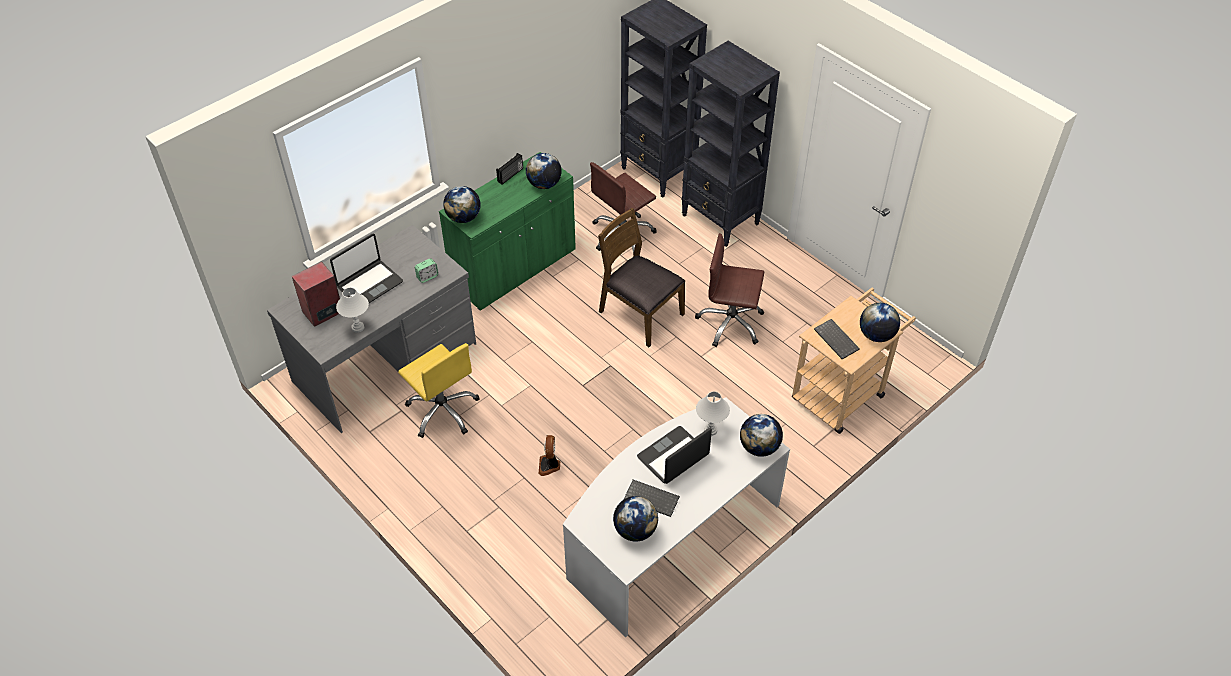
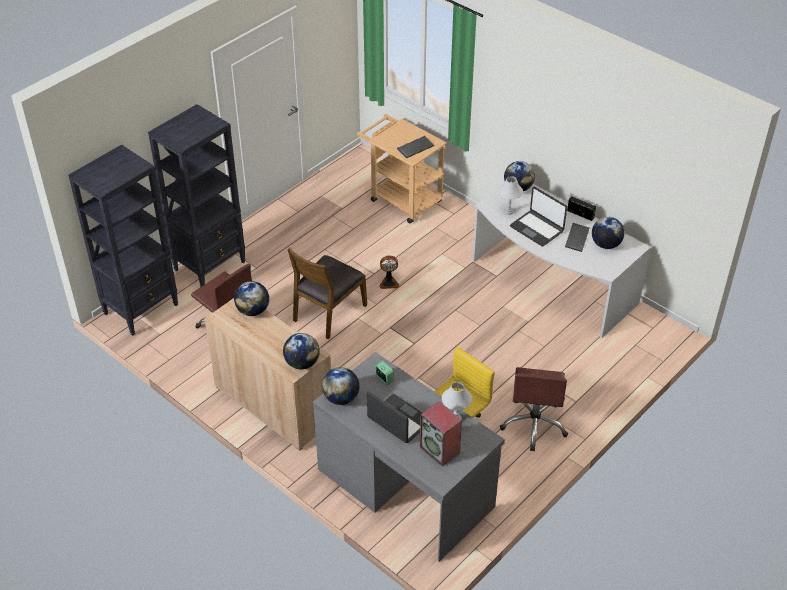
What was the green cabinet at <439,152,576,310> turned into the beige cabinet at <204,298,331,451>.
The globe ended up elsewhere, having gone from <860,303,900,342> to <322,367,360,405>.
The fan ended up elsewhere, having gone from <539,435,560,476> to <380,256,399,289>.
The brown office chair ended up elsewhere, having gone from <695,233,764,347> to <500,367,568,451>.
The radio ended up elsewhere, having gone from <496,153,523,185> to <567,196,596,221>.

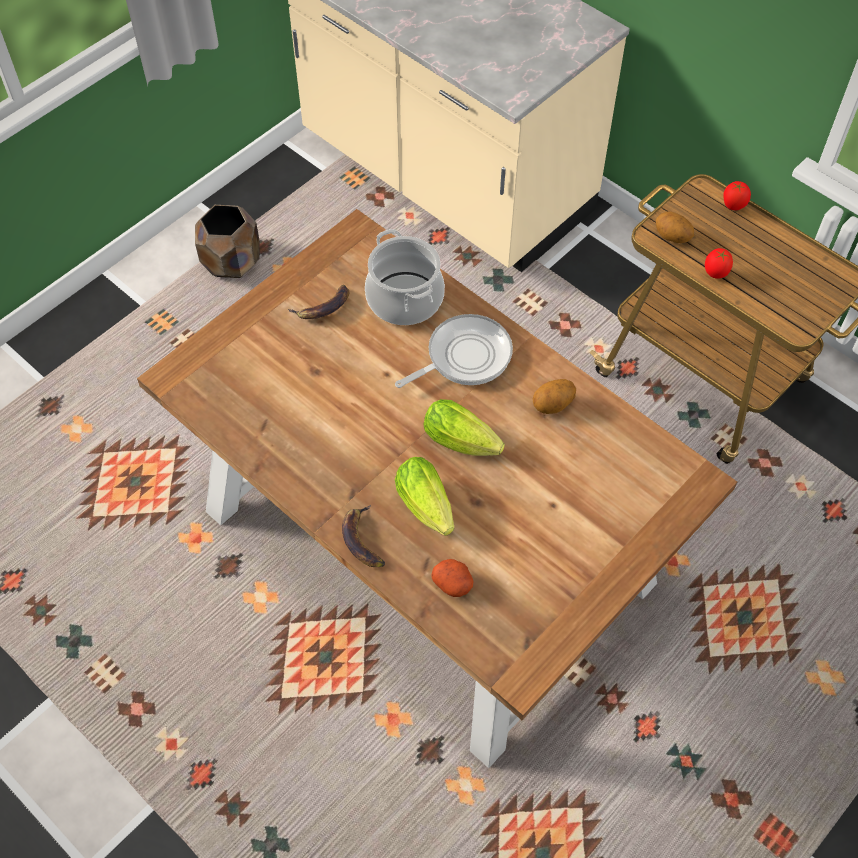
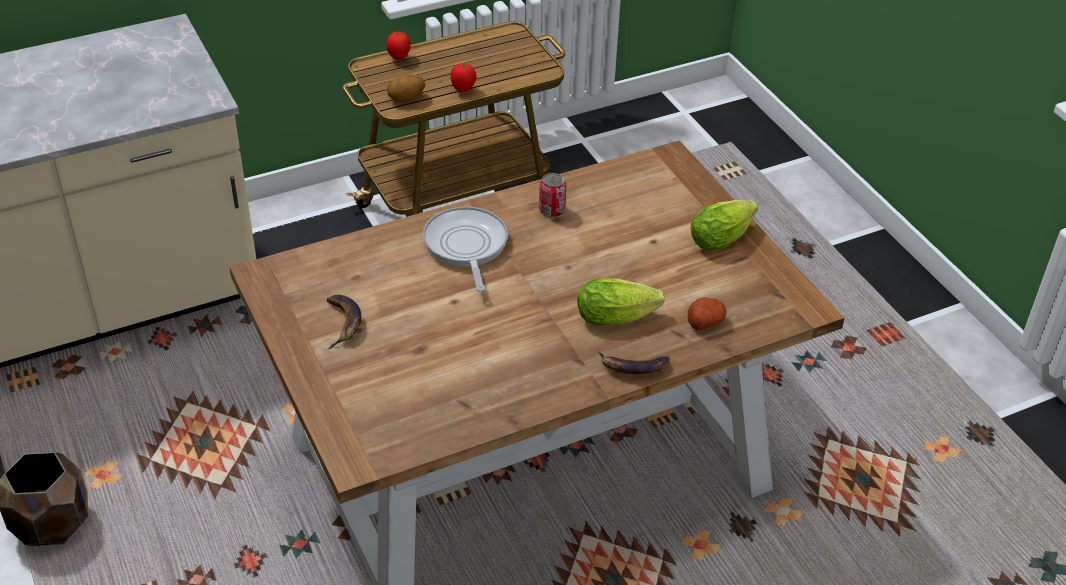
Where the potato stood at <533,379,576,414>, the can came to stand at <539,173,566,217>.
The lettuce ended up elsewhere, having gone from <424,399,505,456> to <691,200,758,250>.
The second view lost the cooking pot at <365,229,445,325>.

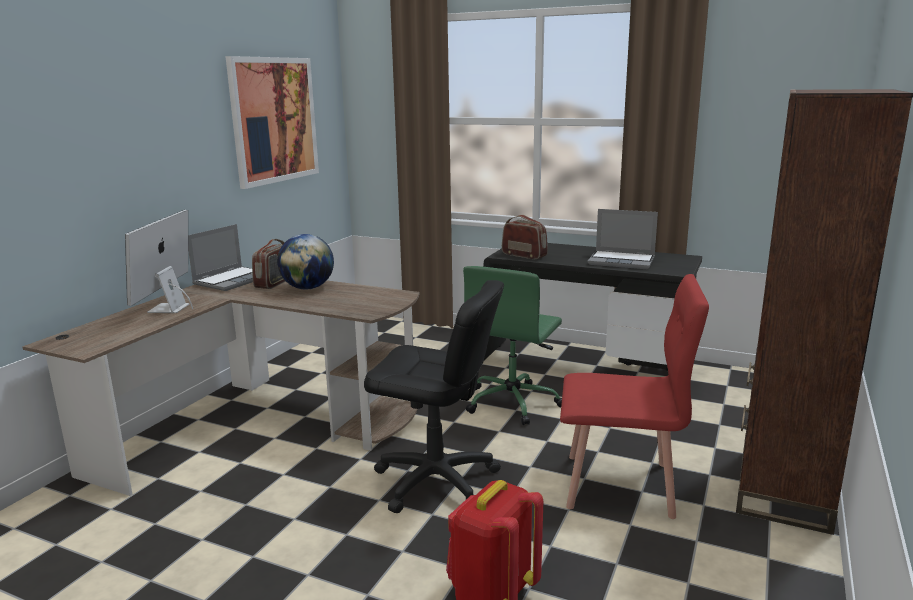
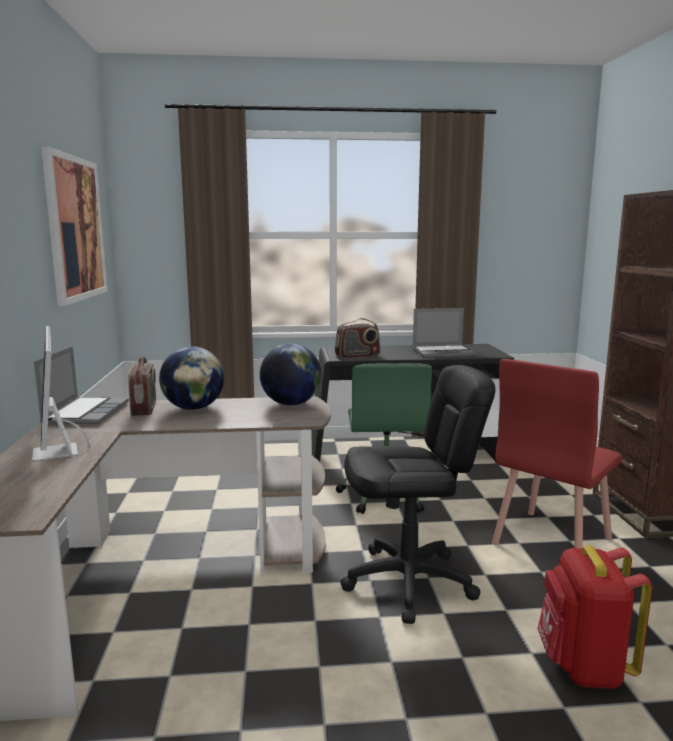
The second view gained the globe at <260,344,322,405>.
The radio at <502,215,548,259> ended up facing another way, 150 degrees clockwise from before.
The red chair at <560,274,709,519> ended up facing another way, 150 degrees clockwise from before.

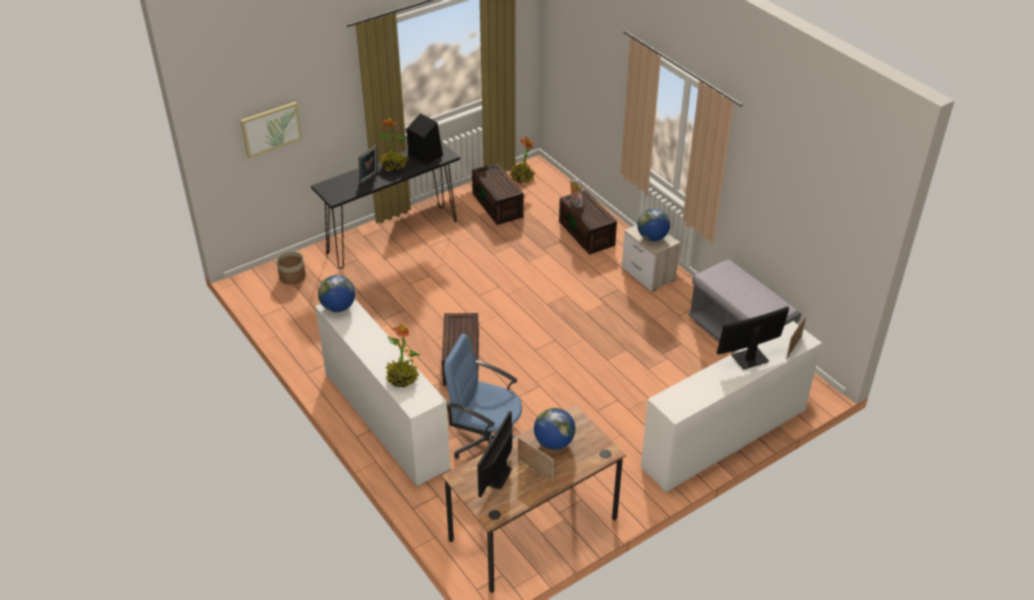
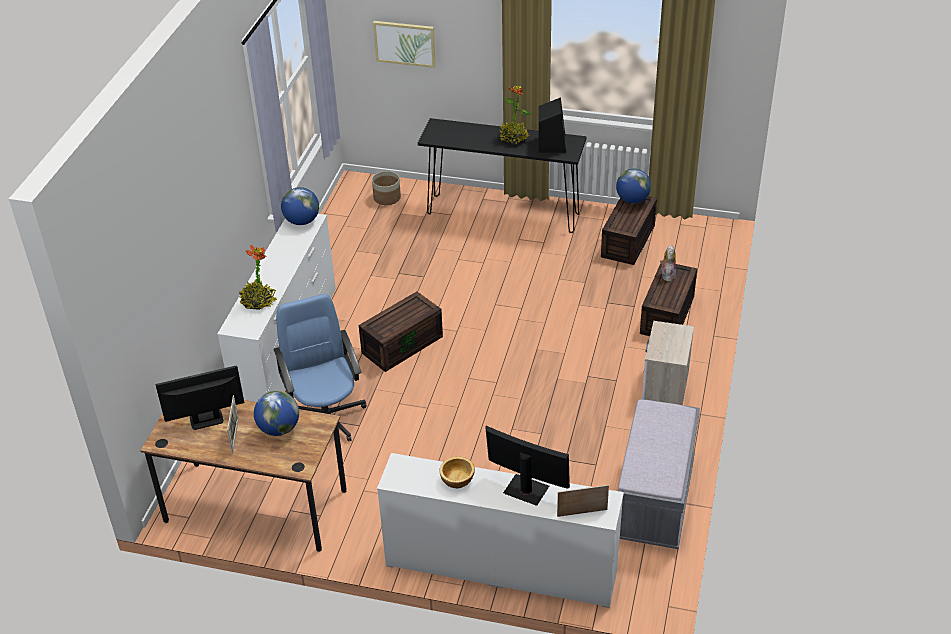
The second view gained the bowl at <440,456,475,489>.
The globe ended up elsewhere, having gone from <637,209,670,241> to <616,169,651,204>.
The second view lost the picture frame at <358,145,378,184>.
The second view lost the potted plant at <510,136,536,183>.

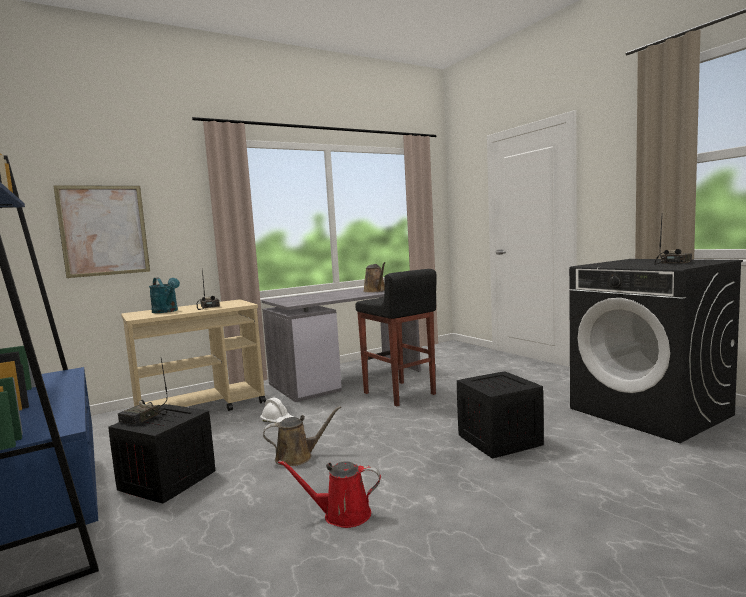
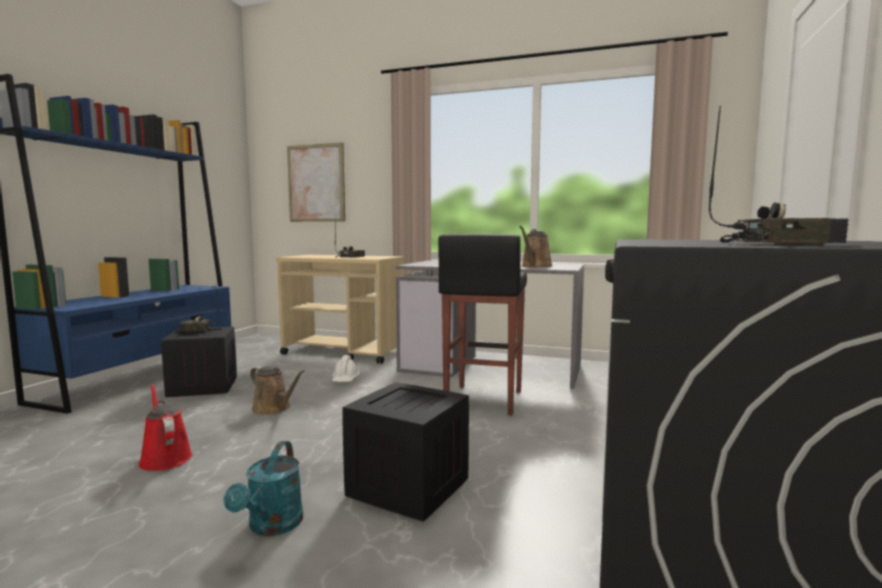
The turquoise watering can ended up elsewhere, having gone from <149,278,180,313> to <224,441,303,536>.

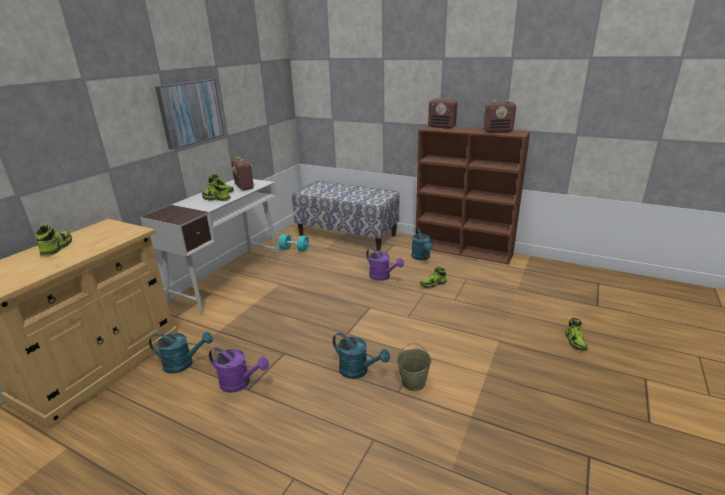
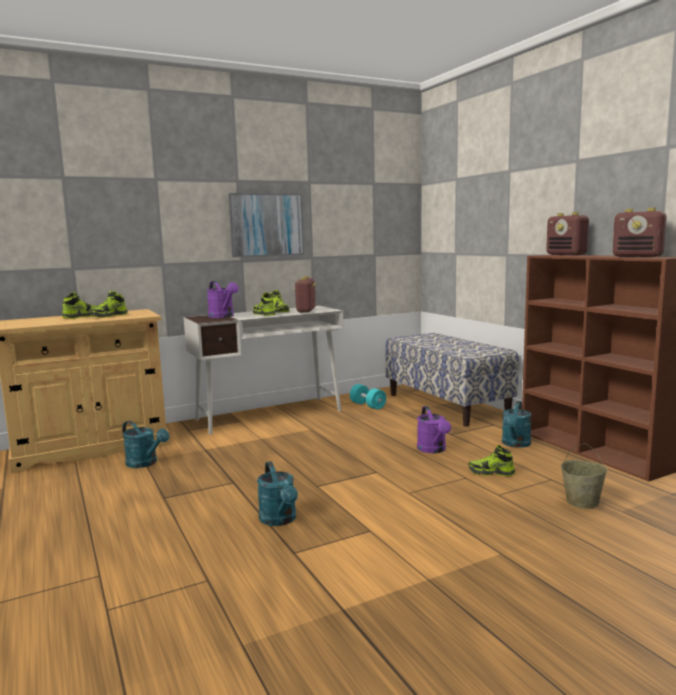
The shoe ended up elsewhere, having gone from <565,318,588,351> to <89,291,128,318>.
The purple watering can ended up elsewhere, having gone from <209,347,269,393> to <207,281,239,318>.
The beige bucket ended up elsewhere, having gone from <397,343,432,391> to <561,443,607,509>.

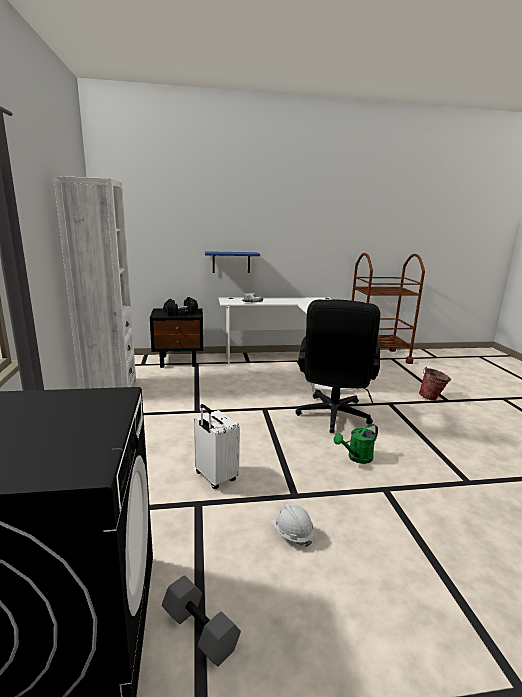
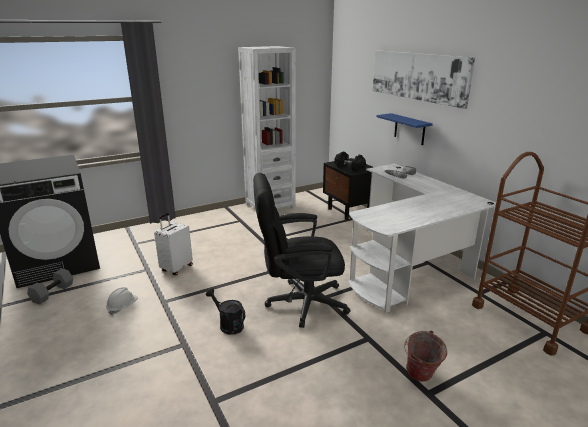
What was the green watering can at <334,424,378,464> turned into the black watering can at <206,288,245,335>.
The second view gained the picture at <373,50,475,109>.

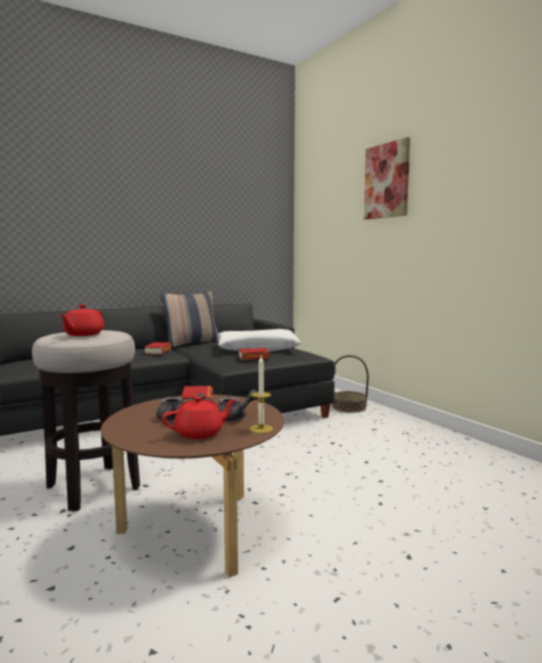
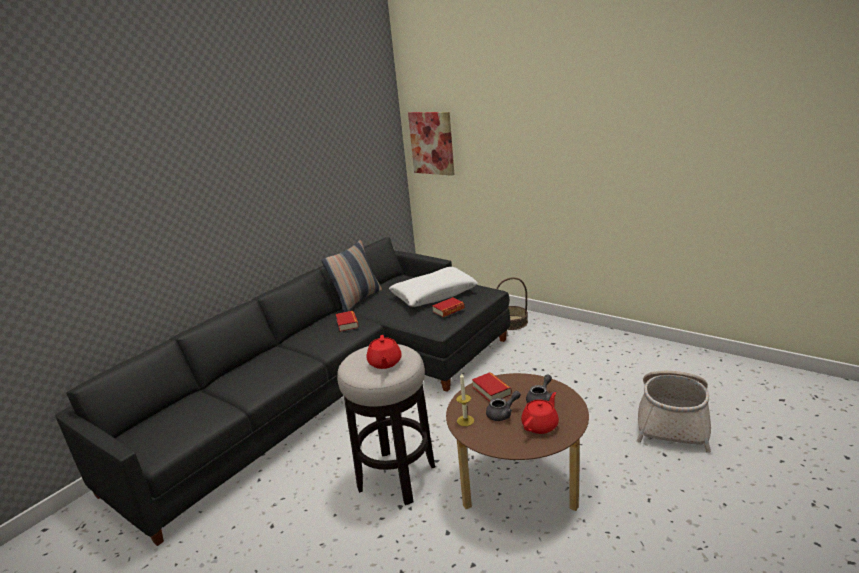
The picture ended up elsewhere, having gone from <364,137,410,220> to <408,112,455,176>.
The candle ended up elsewhere, having gone from <250,356,273,433> to <456,372,474,426>.
The second view gained the basket at <637,371,711,453>.

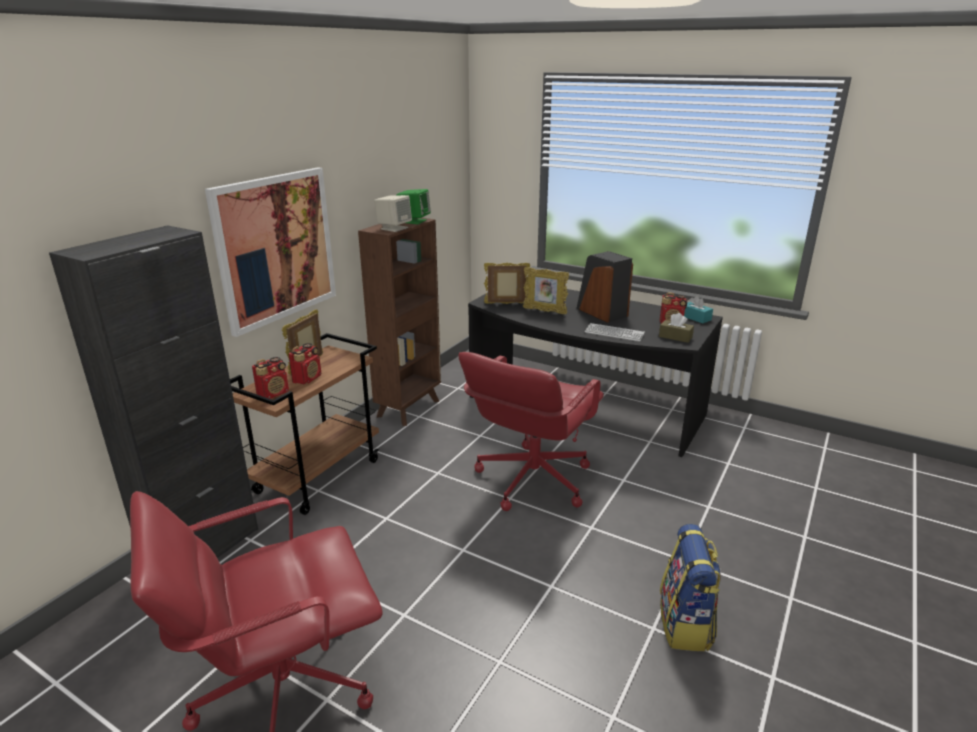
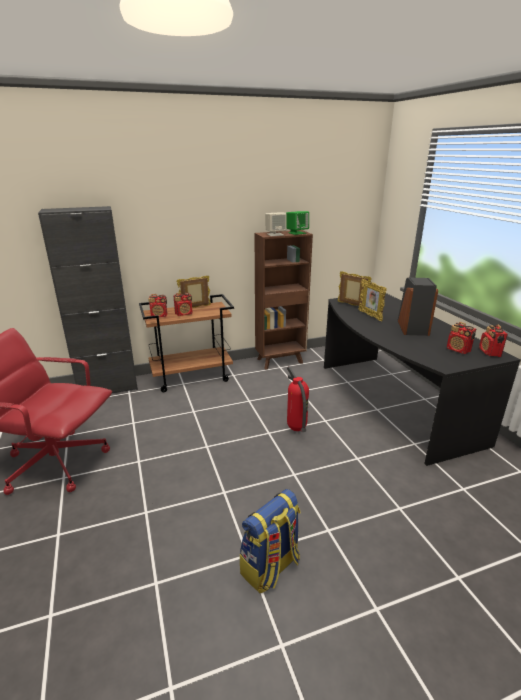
Where the red office chair stood at <458,352,604,511>, the fire extinguisher came to stand at <287,366,309,432>.
Where the turquoise tissue box stood at <684,296,713,323>, the radio came to stand at <479,324,508,357>.
The second view lost the picture at <205,167,336,337>.
The second view lost the keyboard at <585,323,645,342>.
The second view lost the brown tissue box at <659,313,694,343>.

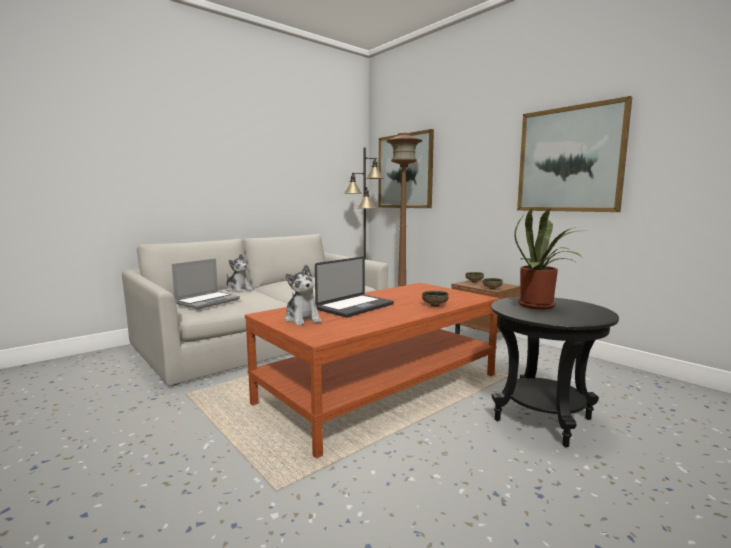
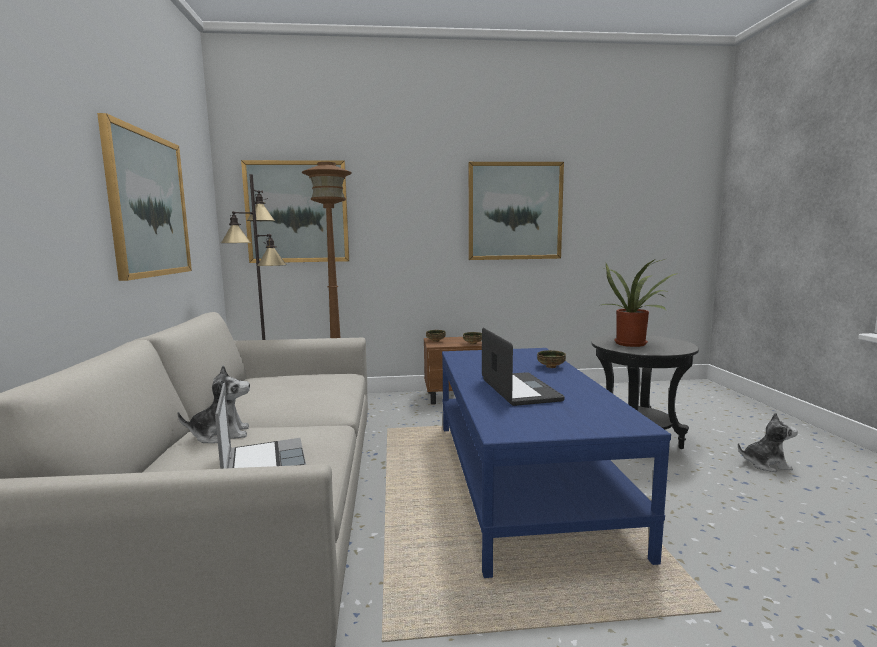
The second view gained the picture at <97,113,192,281>.
What was the brown coffee table at <245,283,499,458> turned into the blue coffee table at <442,348,671,578>.
The plush toy ended up elsewhere, having gone from <285,265,321,326> to <738,412,798,472>.

